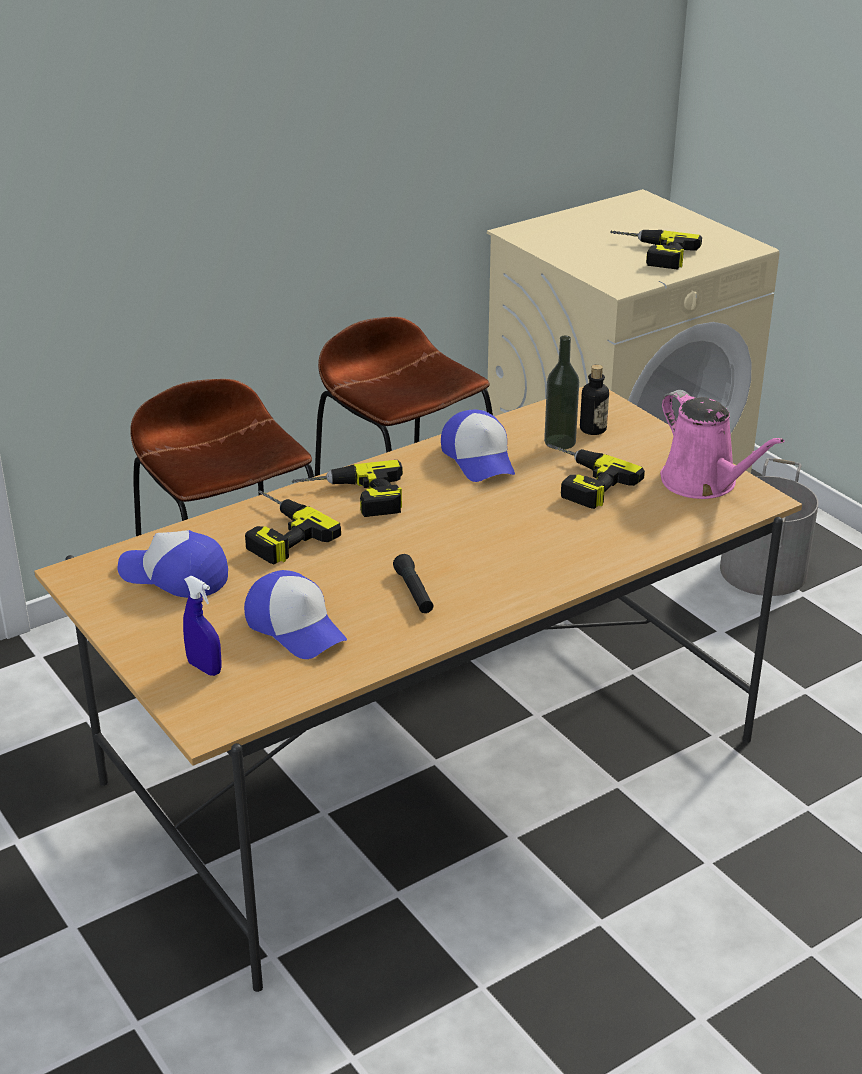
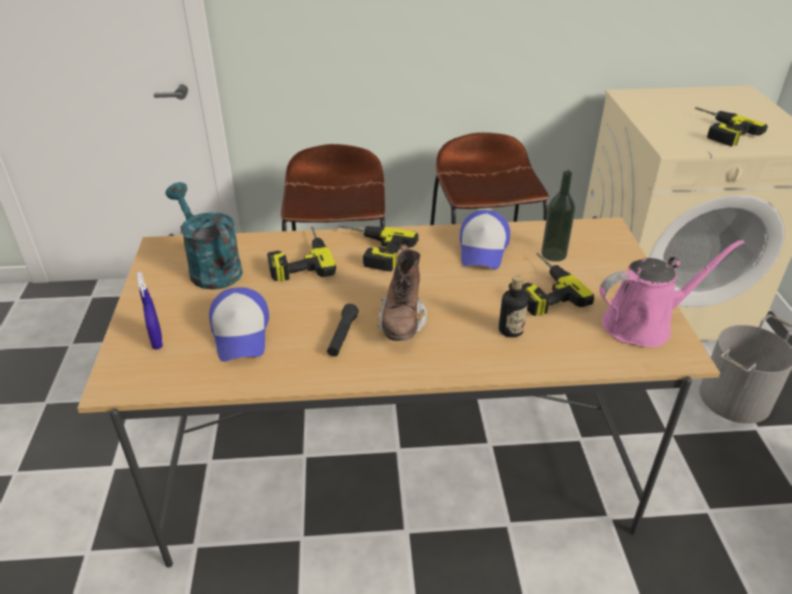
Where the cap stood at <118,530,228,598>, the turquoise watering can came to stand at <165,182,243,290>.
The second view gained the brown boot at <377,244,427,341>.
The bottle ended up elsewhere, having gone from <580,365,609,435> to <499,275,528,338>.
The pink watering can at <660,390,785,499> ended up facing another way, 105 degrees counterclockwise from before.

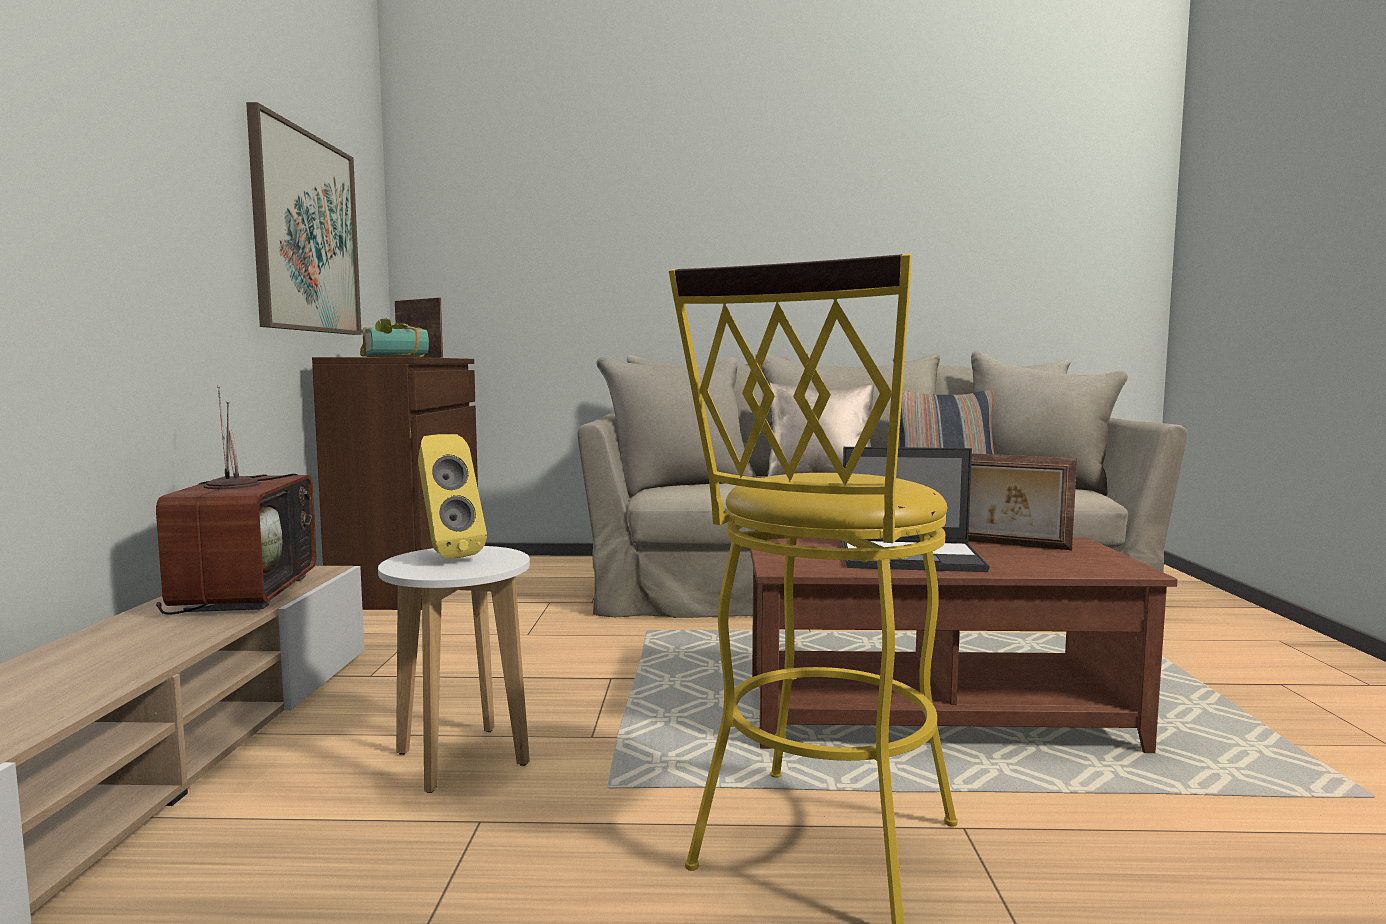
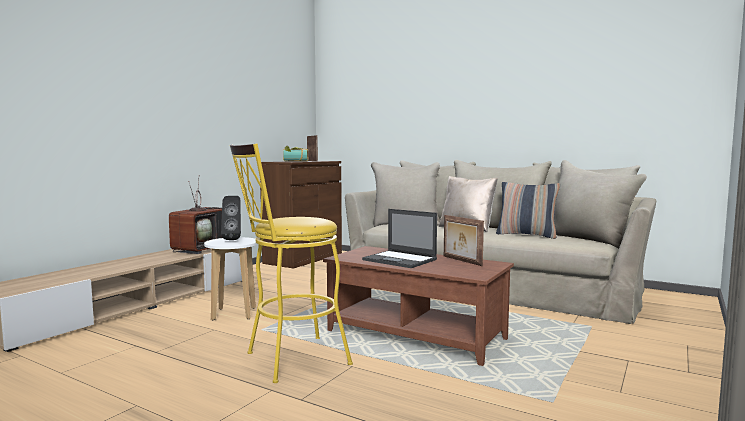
What was the yellow speaker at <418,434,487,559> turned into the black speaker at <221,196,241,240>.
The second view lost the picture at <246,102,362,335>.

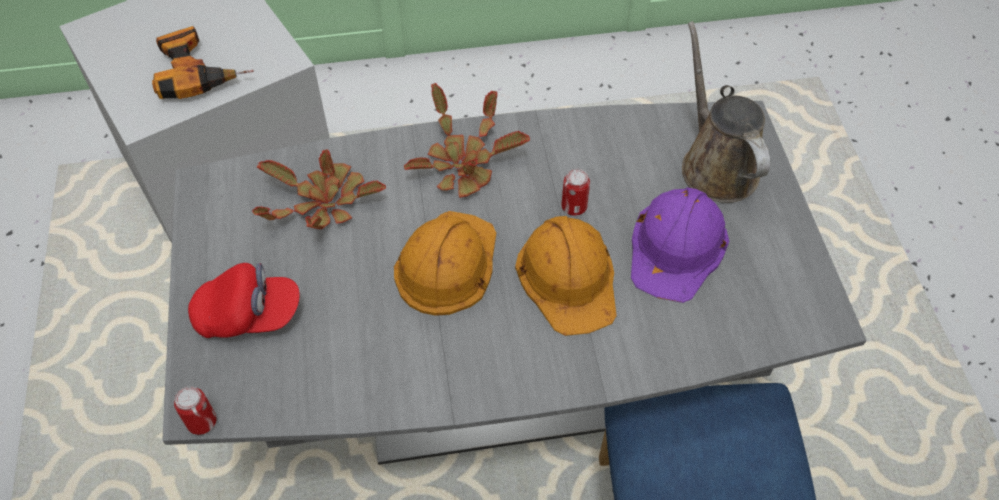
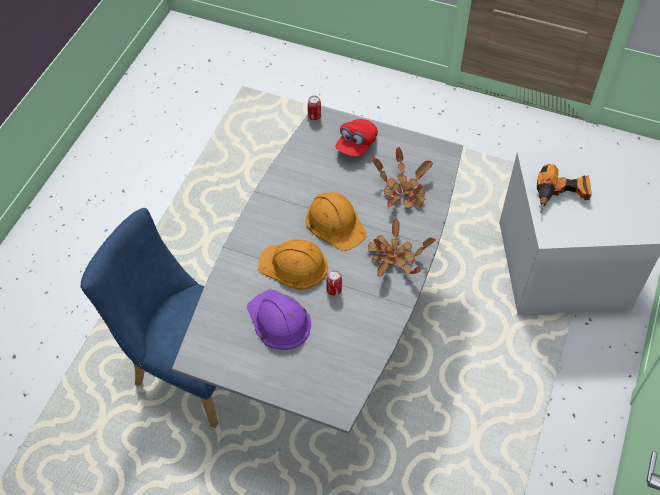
The second view lost the brown watering can at <682,21,770,203>.

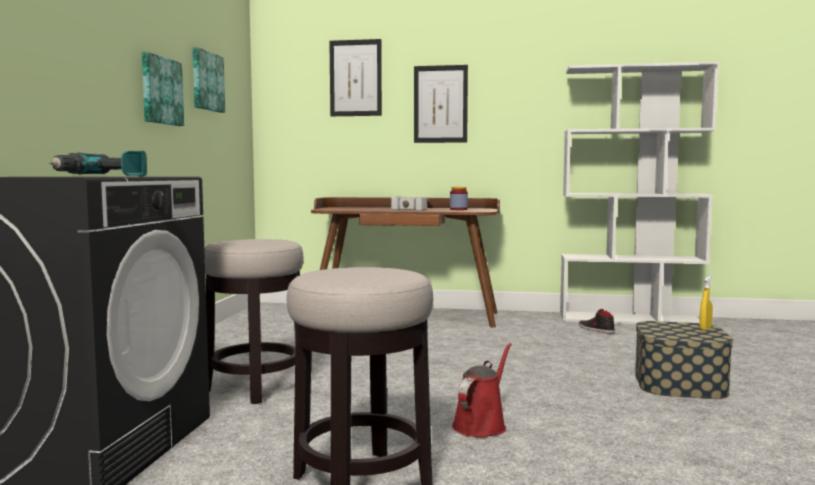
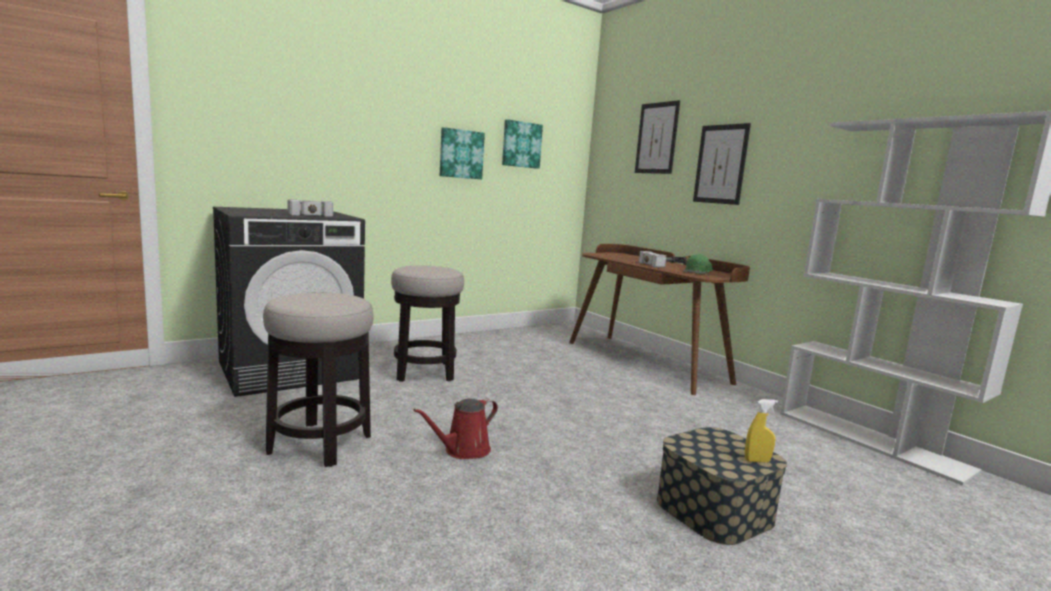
Where the power drill stood at <49,151,147,176>, the hammer came to stand at <287,199,333,217>.
The red watering can at <452,343,512,437> ended up facing another way, 150 degrees clockwise from before.
Where the jar stood at <450,187,468,210>, the green cap came to stand at <682,254,713,274>.
The second view lost the black shoe at <579,309,615,334>.

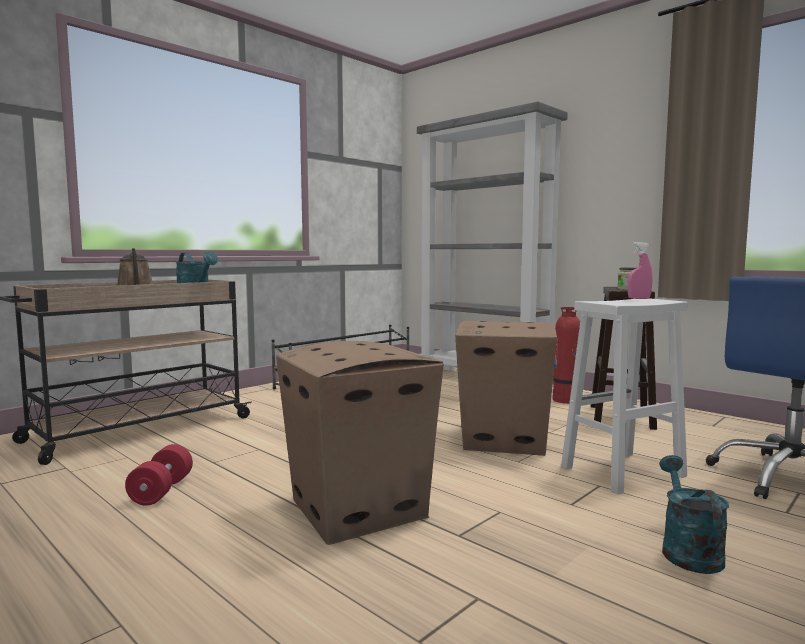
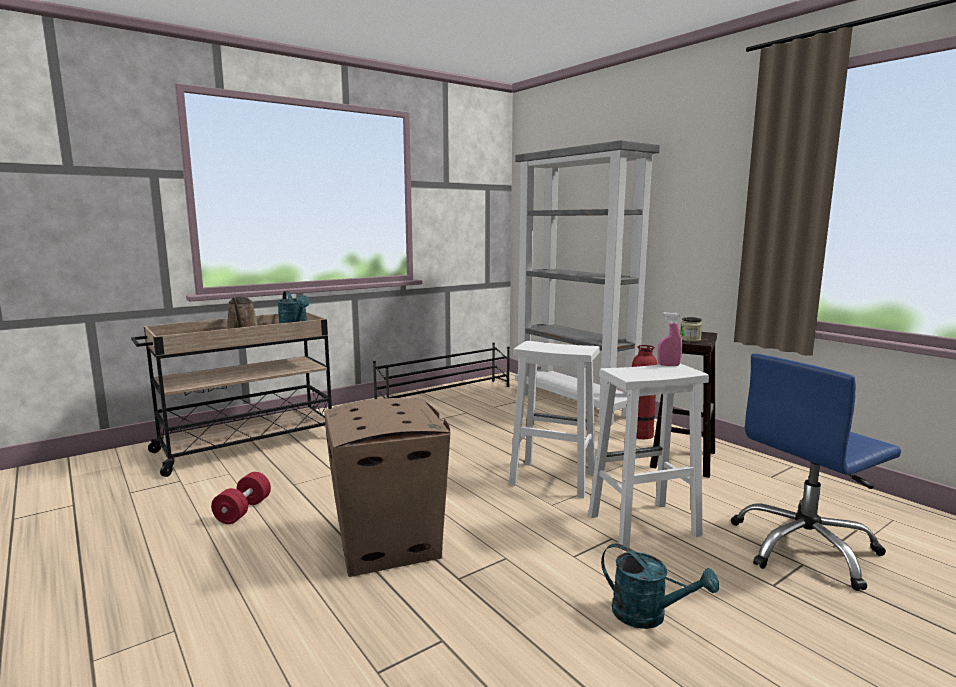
Where the cardboard box stood at <456,321,557,456>, the white stool came to stand at <509,341,600,498>.
The turquoise watering can at <659,455,729,574> ended up facing another way, 105 degrees clockwise from before.

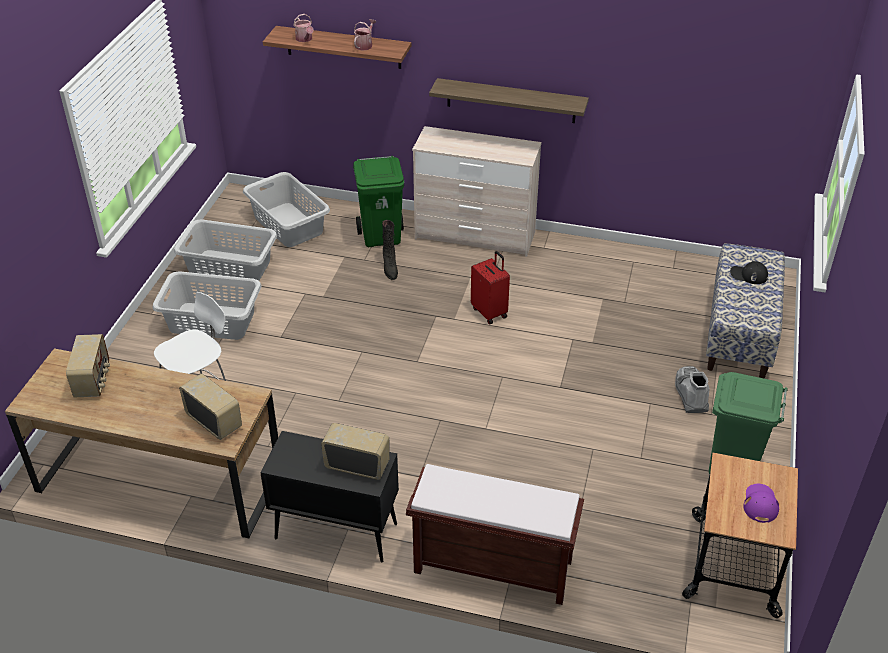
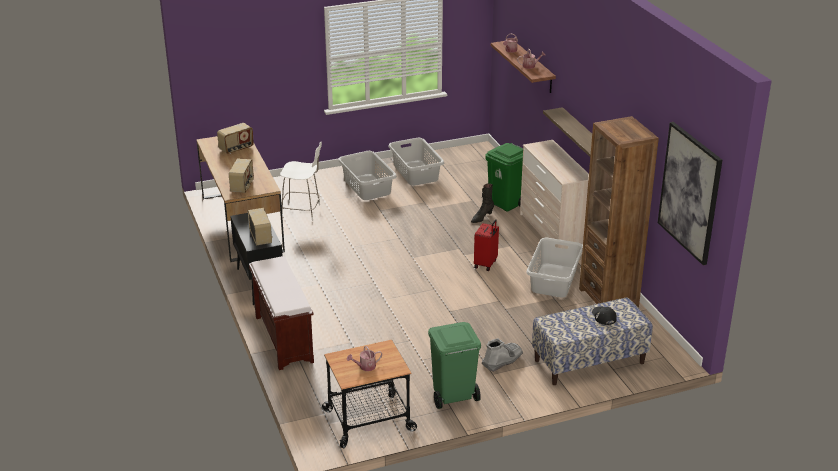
Where the purple cap stood at <743,484,779,523>, the watering can came to stand at <347,346,382,371>.
The grey laundry basket ended up elsewhere, having gone from <243,172,330,247> to <526,238,583,297>.
The second view gained the brown bookcase at <579,116,659,307>.
The second view gained the picture at <658,122,722,265>.

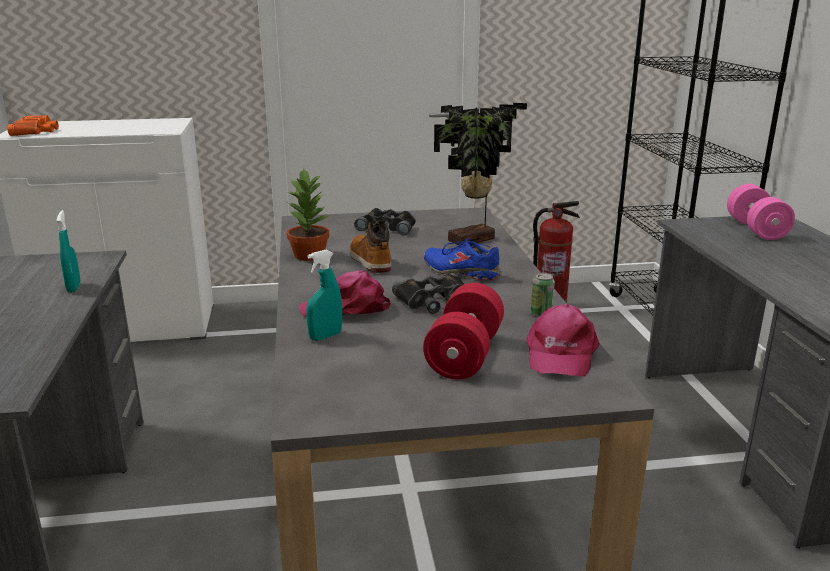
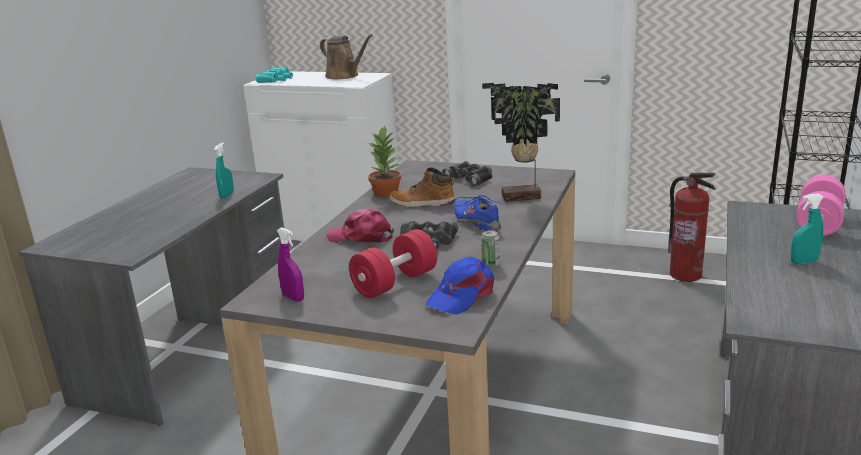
What was the orange binoculars at <7,115,59,136> turned into the turquoise binoculars at <256,68,293,83>.
The second view gained the purple spray bottle at <277,227,304,302>.
The second view gained the brown watering can at <320,34,373,79>.
The boot at <350,220,391,273> ended up facing another way, 90 degrees counterclockwise from before.
What was the pink cap at <527,304,600,376> turned into the blue cap at <426,256,494,315>.
The turquoise spray bottle ended up elsewhere, having gone from <306,250,342,341> to <791,193,824,264>.

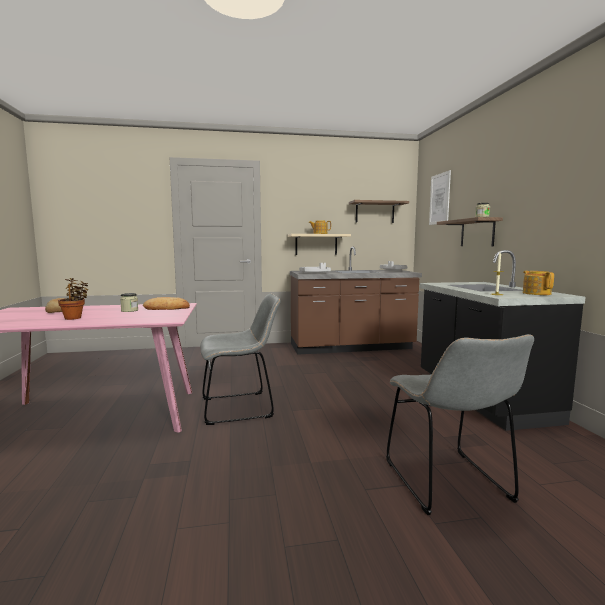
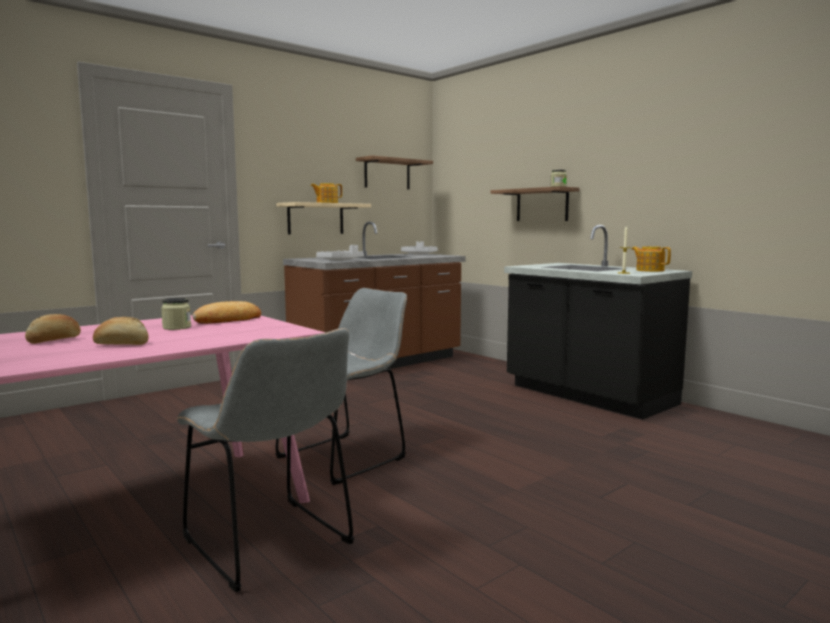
Where the potted plant stood at <58,278,88,320>, the bread came to stand at <93,317,149,345>.
The grey chair ended up elsewhere, having gone from <386,334,534,515> to <177,328,354,592>.
The second view lost the picture at <429,170,451,225>.

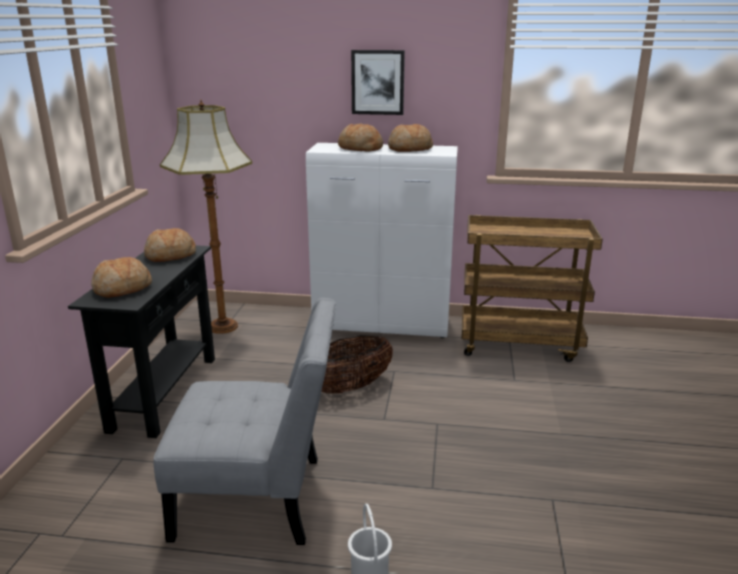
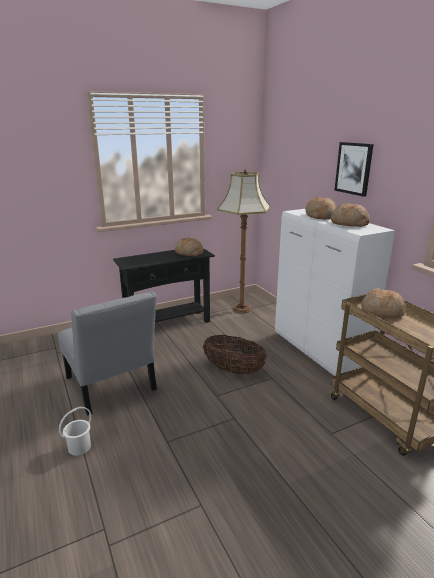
The bread ended up elsewhere, having gone from <91,257,152,298> to <361,288,406,318>.

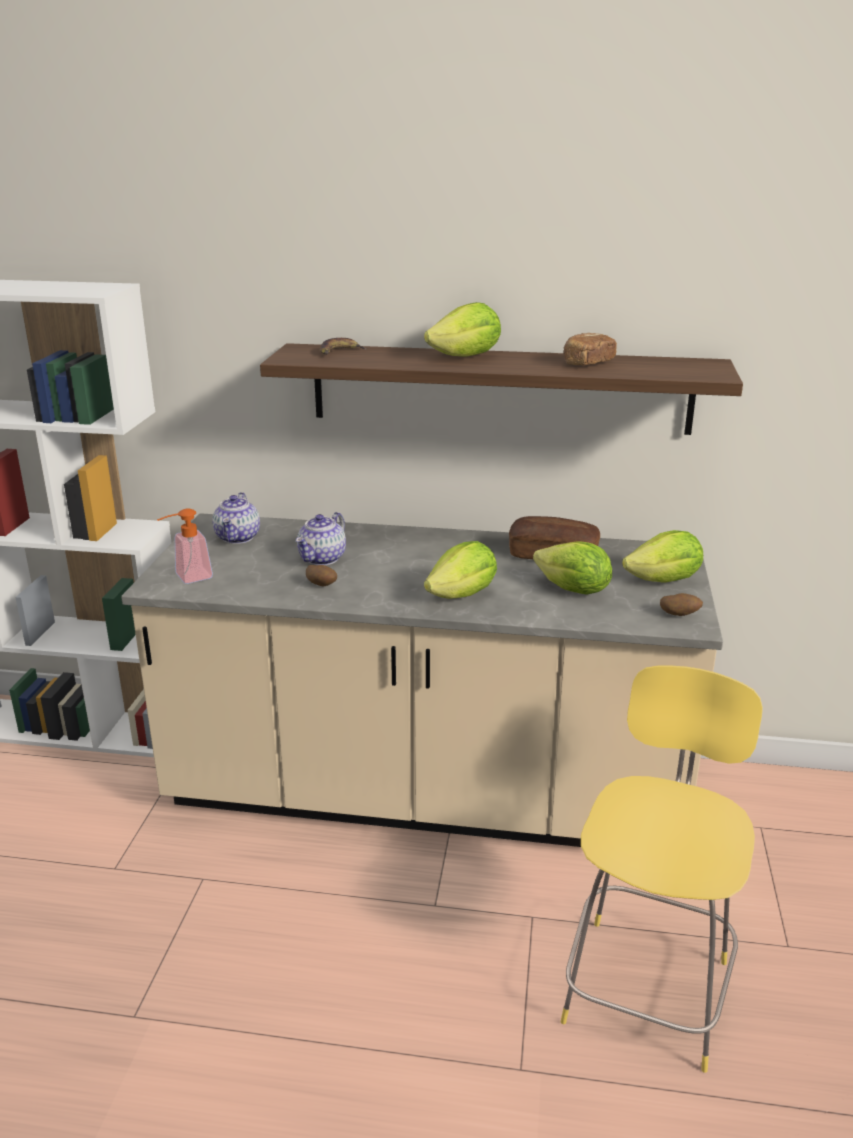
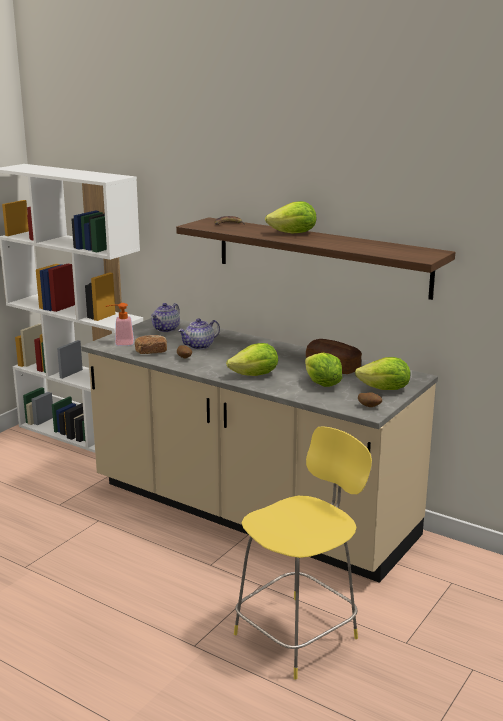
The bread ended up elsewhere, having gone from <563,333,617,365> to <135,335,167,354>.

